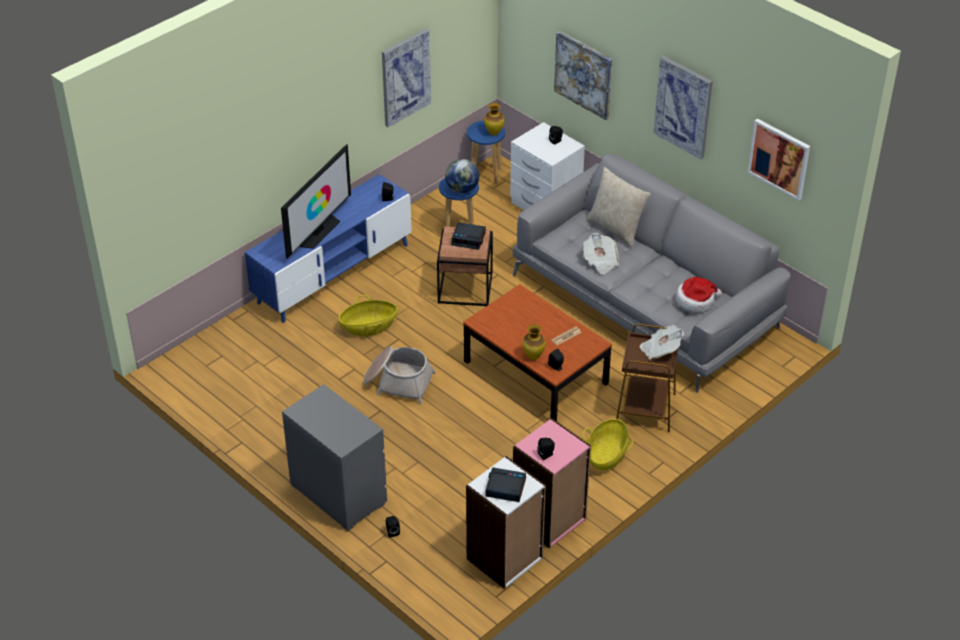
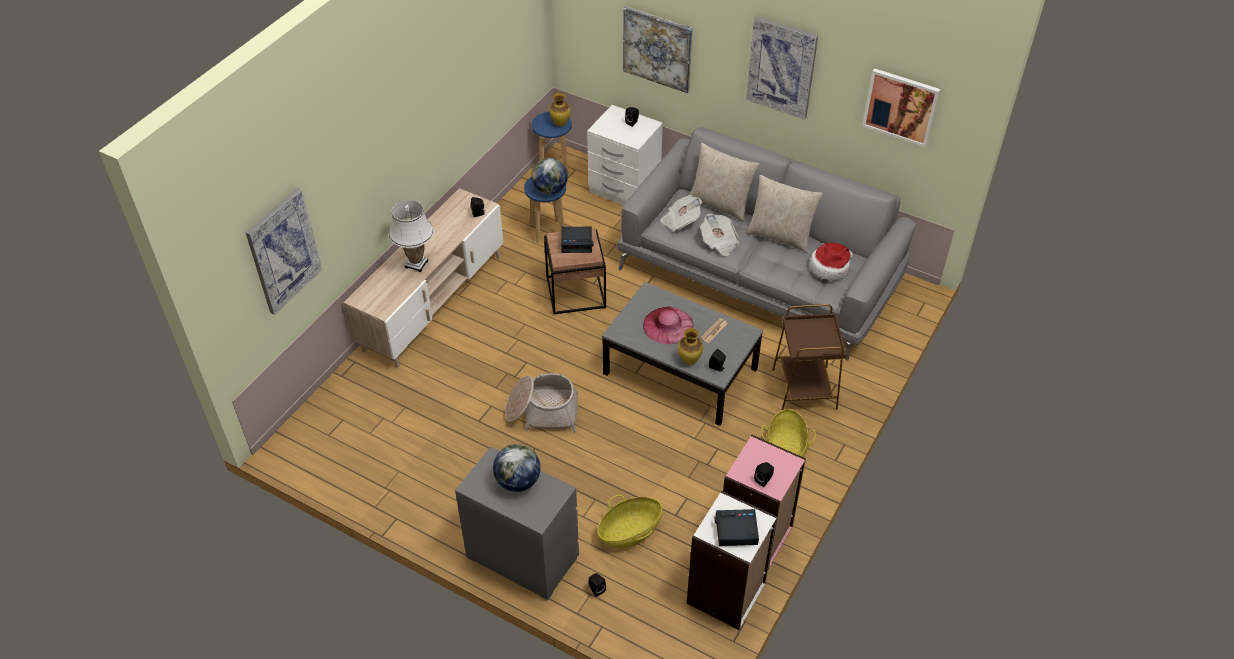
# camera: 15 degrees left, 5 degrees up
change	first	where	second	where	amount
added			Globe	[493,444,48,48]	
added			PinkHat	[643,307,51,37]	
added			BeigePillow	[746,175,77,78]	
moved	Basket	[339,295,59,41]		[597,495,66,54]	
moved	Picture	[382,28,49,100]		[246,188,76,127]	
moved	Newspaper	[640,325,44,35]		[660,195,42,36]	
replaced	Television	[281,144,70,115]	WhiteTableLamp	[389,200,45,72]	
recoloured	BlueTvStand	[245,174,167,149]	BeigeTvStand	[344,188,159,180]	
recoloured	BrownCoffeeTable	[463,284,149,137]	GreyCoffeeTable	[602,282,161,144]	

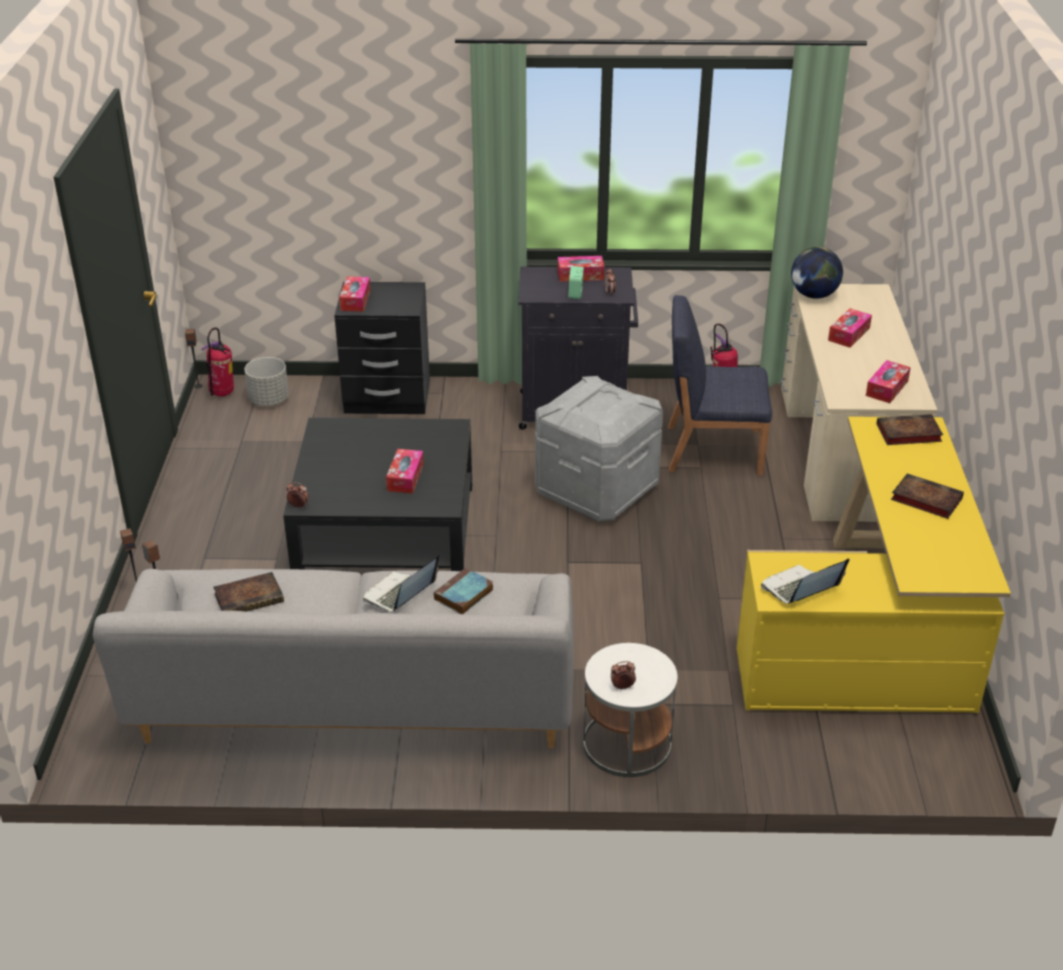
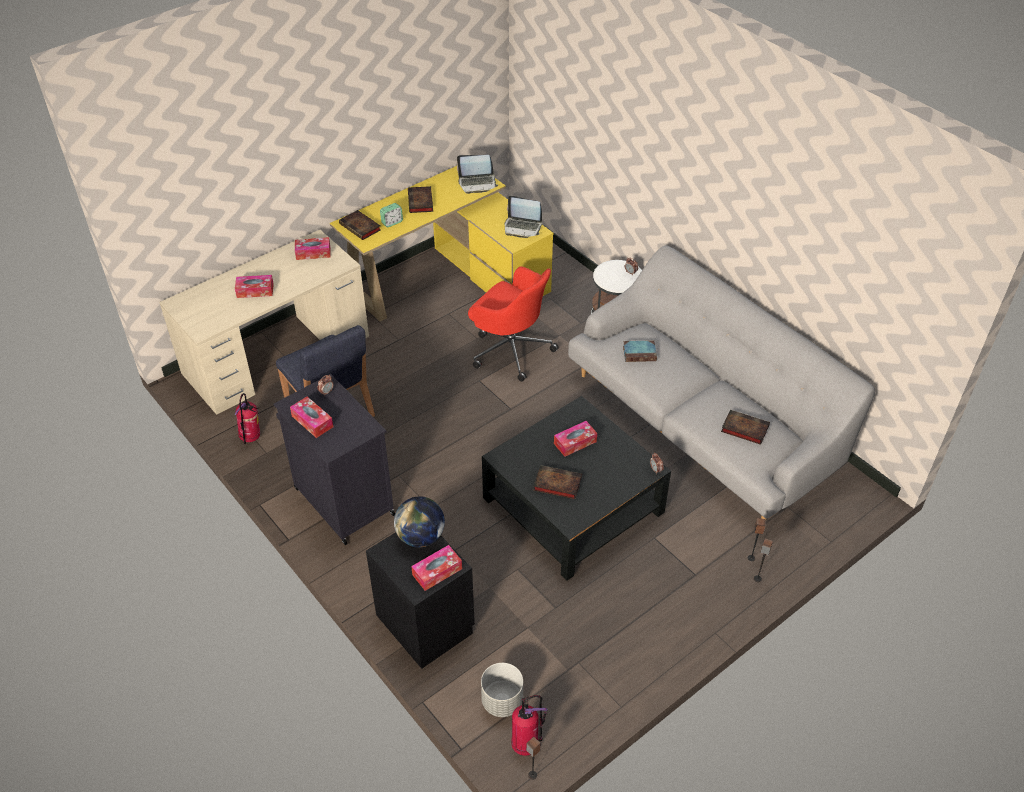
# camera: 130 degrees left, 10 degrees up
change	first	where	second	where	amount
removed	GreyStorageBox	[535,376,128,145]			
added			RedOfficeChair	[468,266,91,115]	
added			Book	[533,465,49,34]	
moved	Laptop	[363,555,77,57]		[457,155,41,39]	
moved	AlarmClock	[568,266,16,33]		[380,203,23,24]	
moved	Globe	[791,247,52,52]		[394,496,51,51]	

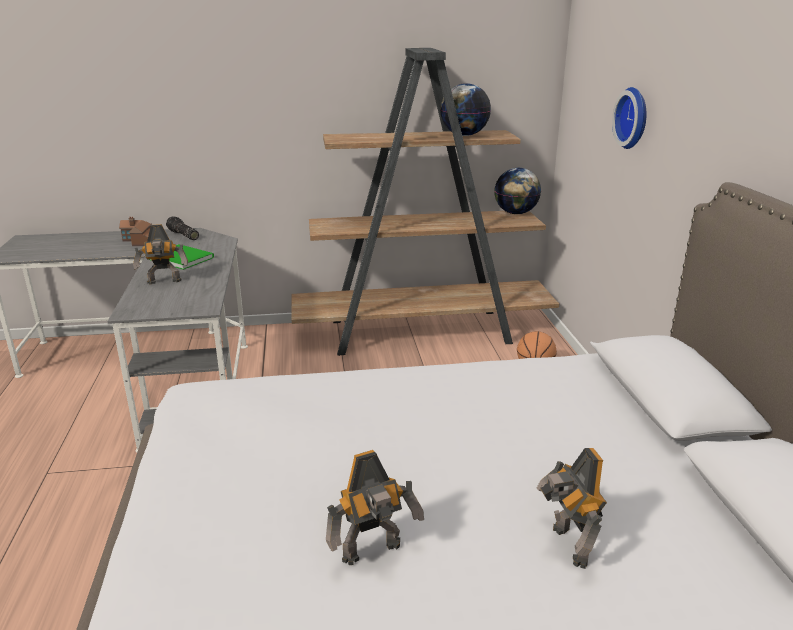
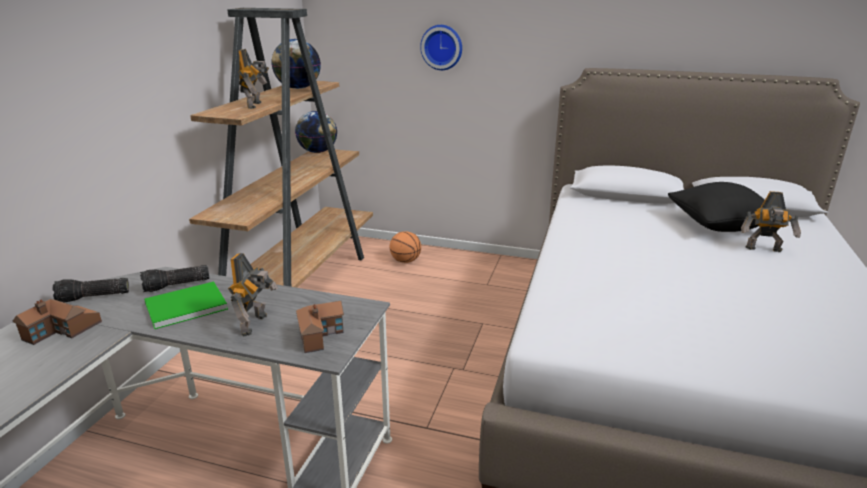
# camera: 65 degrees left, 0 degrees up
change	first	where	second	where	amount
added			Flashlight	[140,265,69,27]	
added			ToyHouse	[296,301,48,52]	
added			BlackPillow	[668,182,97,50]	
moved	ToyRobot	[326,450,98,115]		[239,49,30,60]	

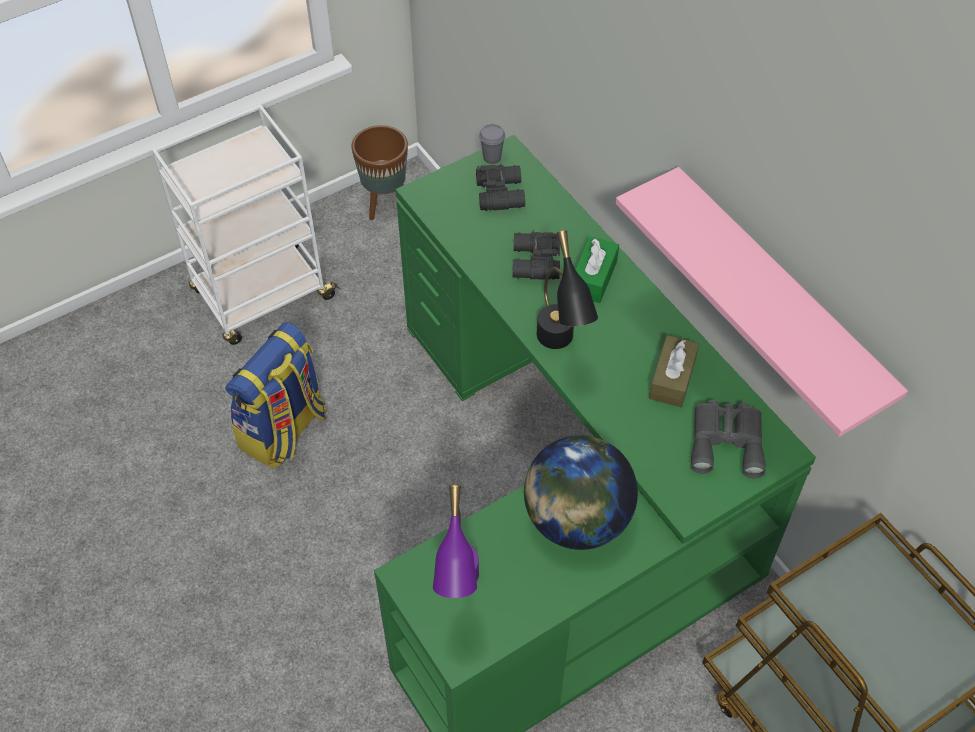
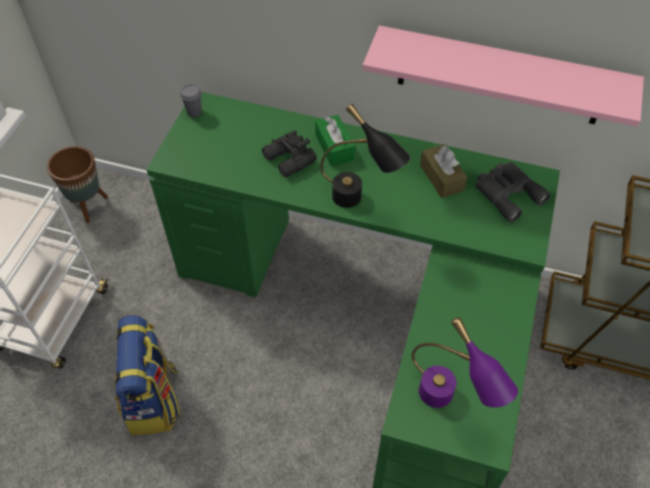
# camera: 40 degrees left, 0 degrees up
change	first	where	second	where	amount
removed	BlackBinoculars	[476,164,49,47]			
removed	Globe	[524,435,114,115]			

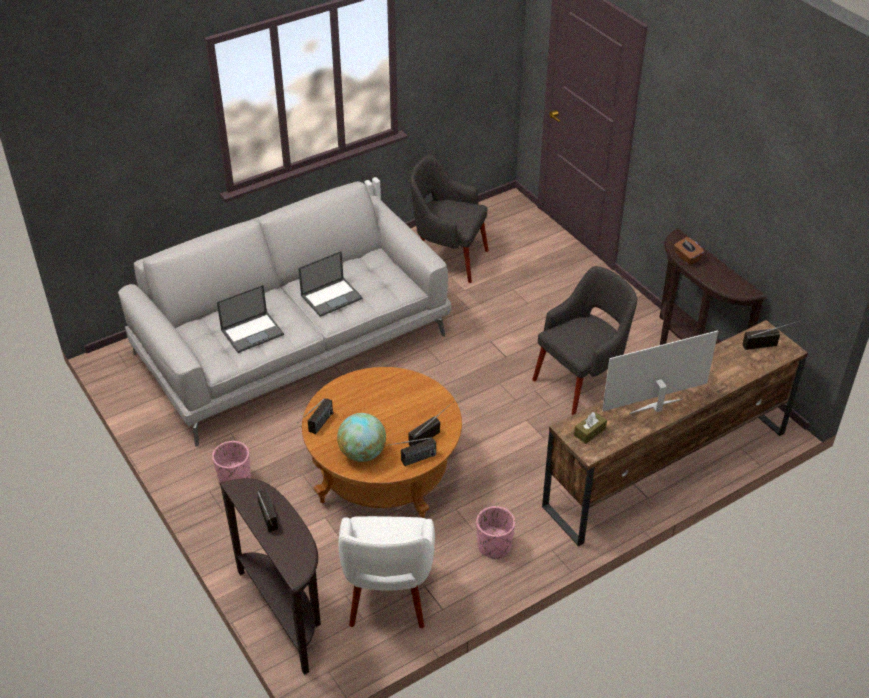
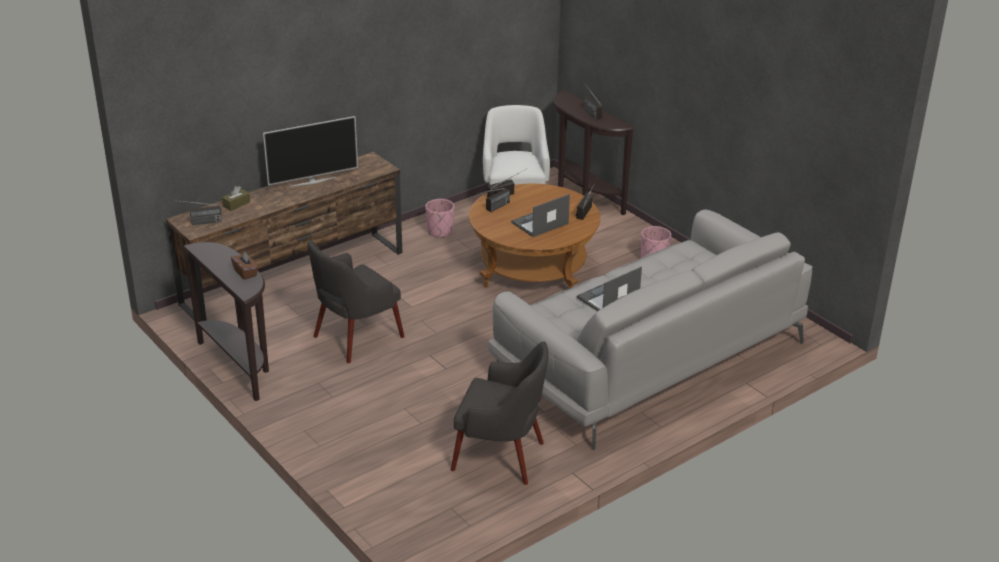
# camera: 175 degrees right, 10 degrees down
change	first	where	second	where	amount
removed	Globe	[337,413,49,49]			
moved	Laptop	[217,285,67,68]		[511,194,59,43]	
moved	BrownTissueBox	[574,412,33,32]		[222,186,28,25]	

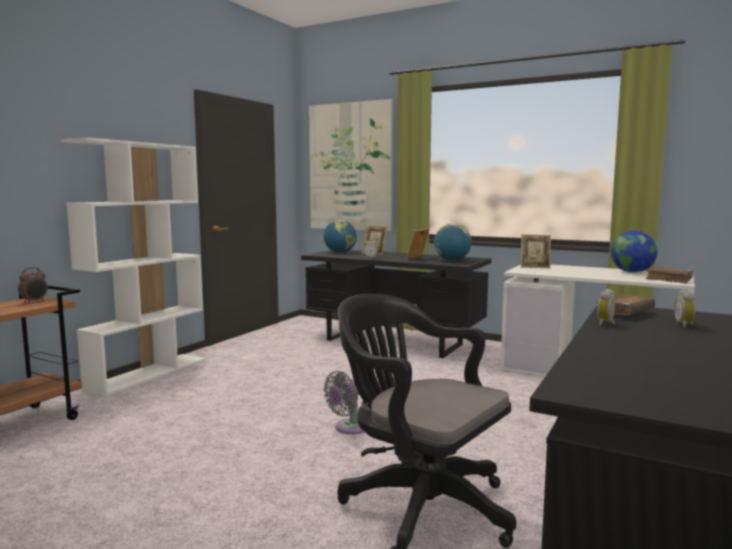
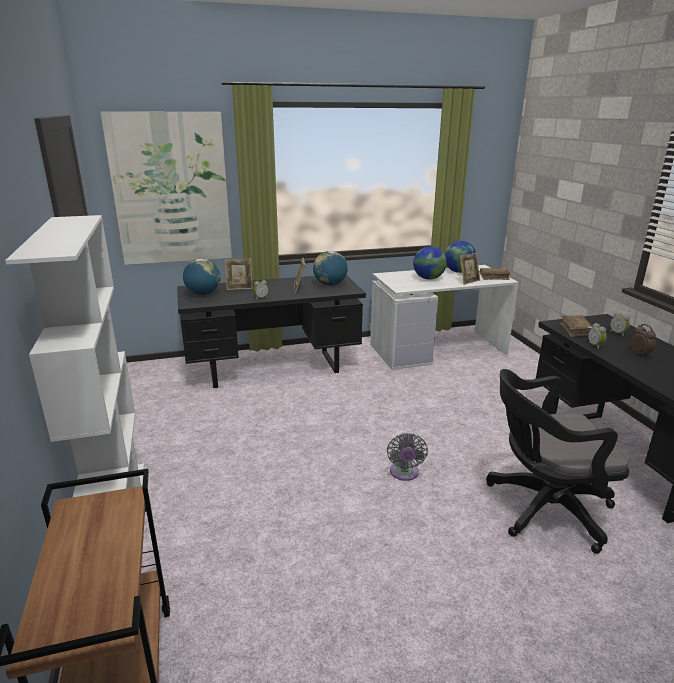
# camera: 45 degrees left, 15 degrees up
change	first	where	second	where	amount
added			Globe	[413,246,34,34]	
moved	AlarmClock	[18,267,30,36]		[631,324,25,33]	
moved	PictureFrame	[521,234,30,34]		[460,253,20,32]	

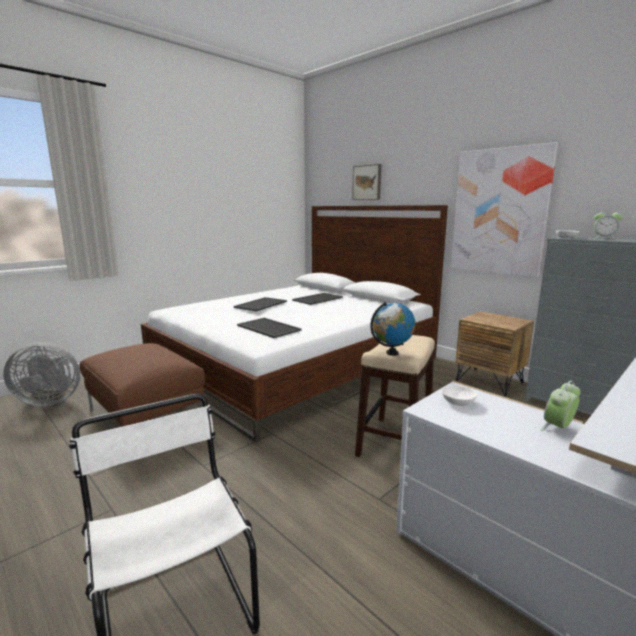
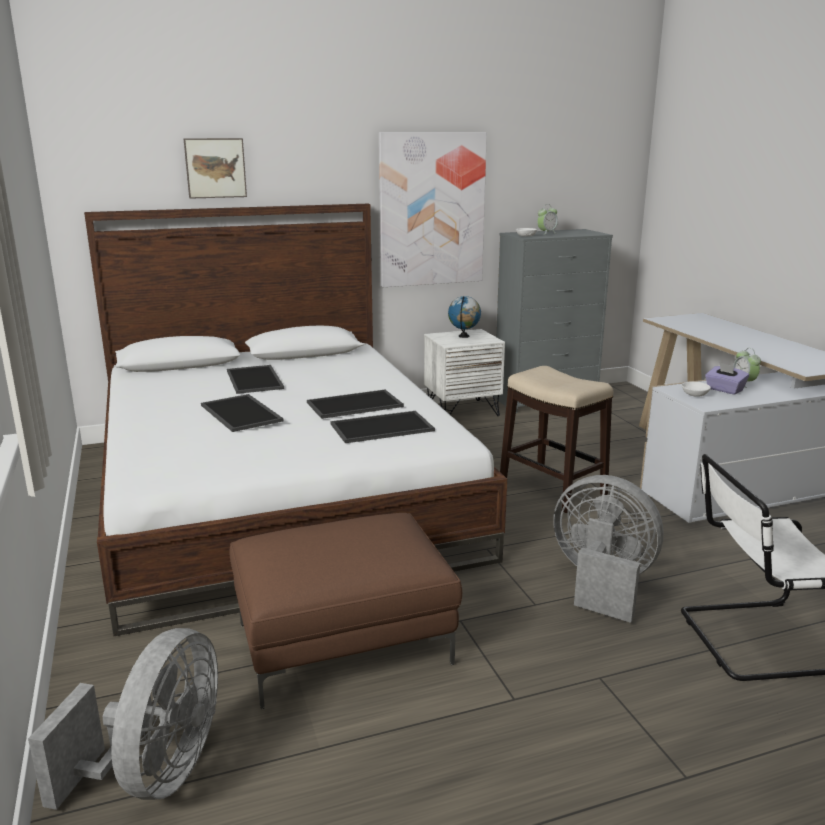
# camera: 65 degrees left, 5 degrees up
change	first	where	second	where	amount
added			Tray	[307,390,97,29]	
added			GreyFan	[553,475,111,148]	
added			PurpleTissueBox	[705,362,44,33]	
moved	Globe	[370,302,46,54]		[448,296,33,42]	
recoloured	BrownNightstand	[455,311,79,85]	WhiteNightstand	[424,329,81,87]	

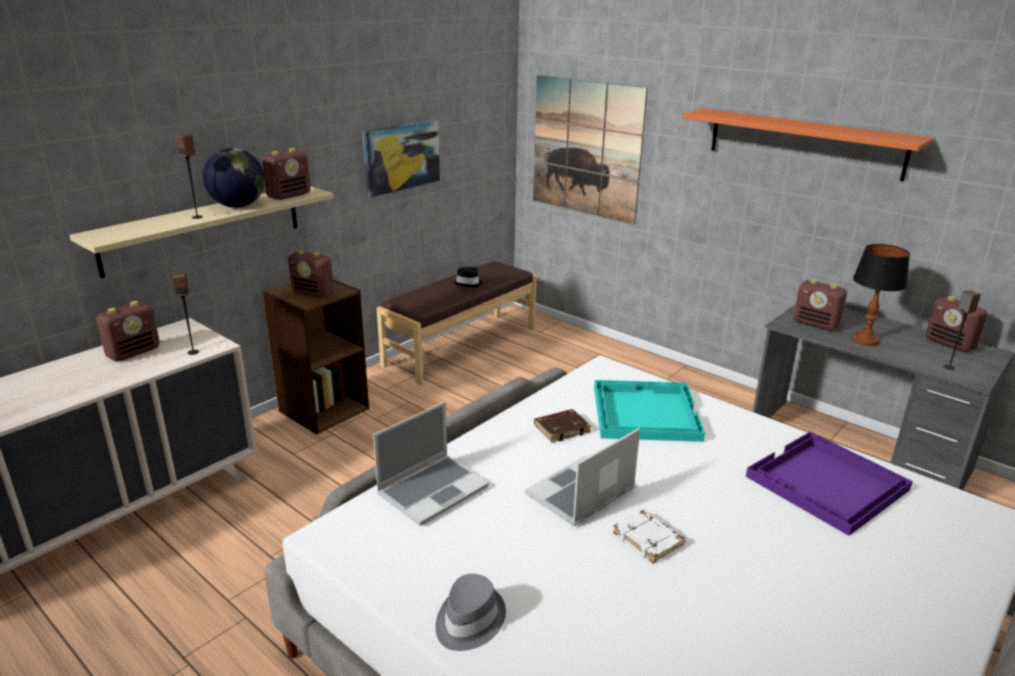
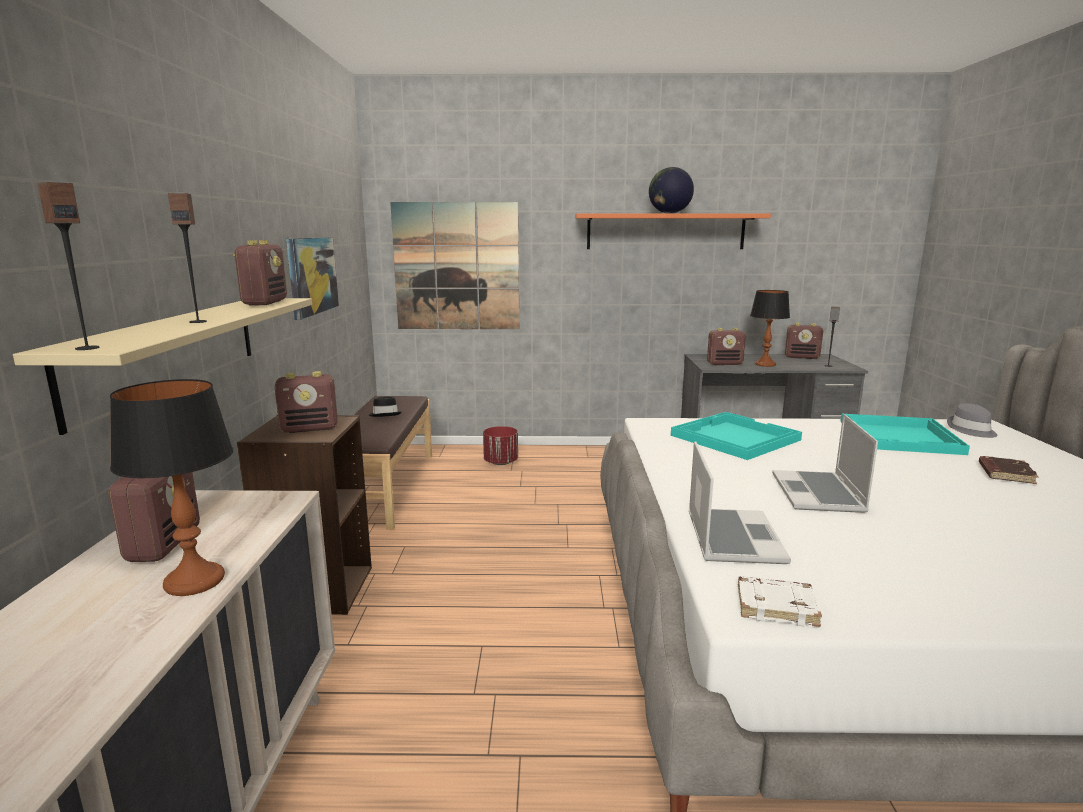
# camera: 40 degrees left, 10 degrees down
change	first	where	second	where	amount
added			TableLamp	[110,379,123,217]	
added			RedPlanter	[483,426,35,39]	
moved	Speaker	[172,273,27,82]		[37,182,63,168]	
moved	Globe	[203,148,62,60]		[649,167,45,47]	
moved	GreyHat	[435,574,71,77]		[947,403,50,35]	
moved	BrownBook	[534,409,57,34]		[979,456,59,28]	
moved	WhiteBook	[613,510,73,54]		[738,576,84,51]	
recoloured	PurpleTray	[746,431,167,105]	TurquoiseTray	[840,414,130,41]	

